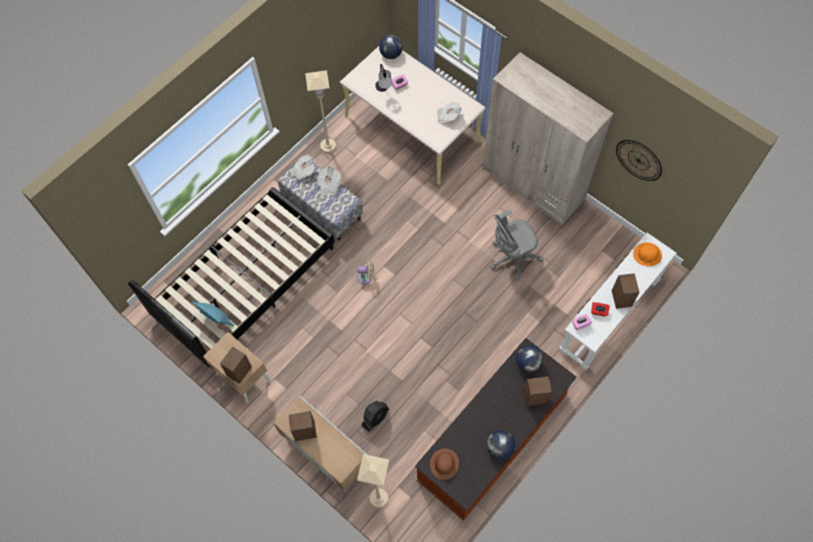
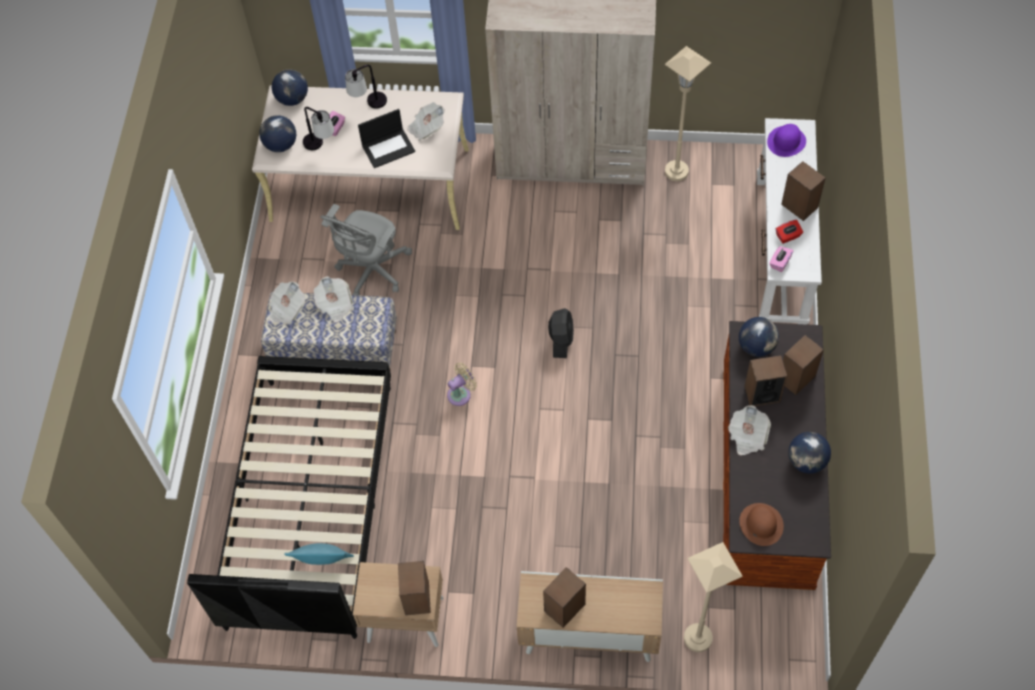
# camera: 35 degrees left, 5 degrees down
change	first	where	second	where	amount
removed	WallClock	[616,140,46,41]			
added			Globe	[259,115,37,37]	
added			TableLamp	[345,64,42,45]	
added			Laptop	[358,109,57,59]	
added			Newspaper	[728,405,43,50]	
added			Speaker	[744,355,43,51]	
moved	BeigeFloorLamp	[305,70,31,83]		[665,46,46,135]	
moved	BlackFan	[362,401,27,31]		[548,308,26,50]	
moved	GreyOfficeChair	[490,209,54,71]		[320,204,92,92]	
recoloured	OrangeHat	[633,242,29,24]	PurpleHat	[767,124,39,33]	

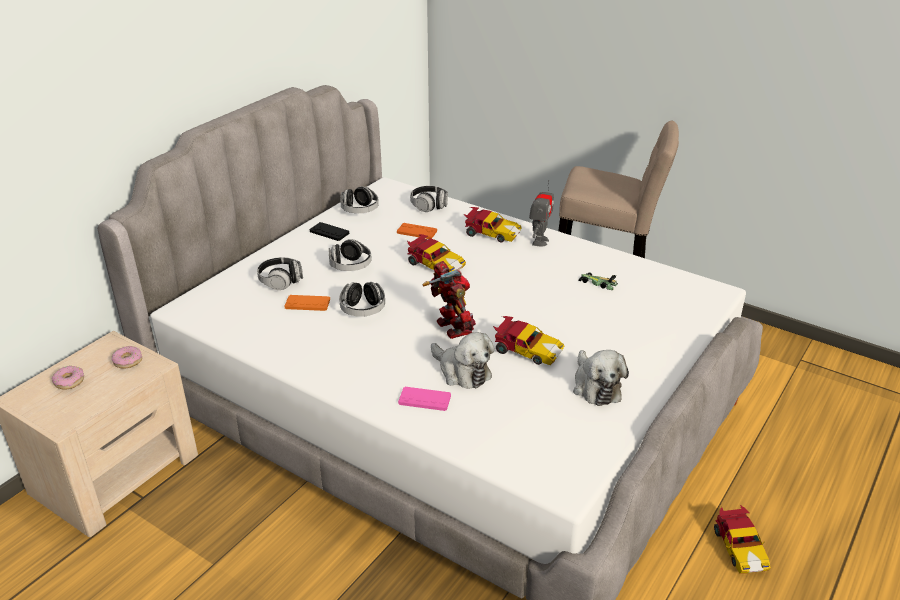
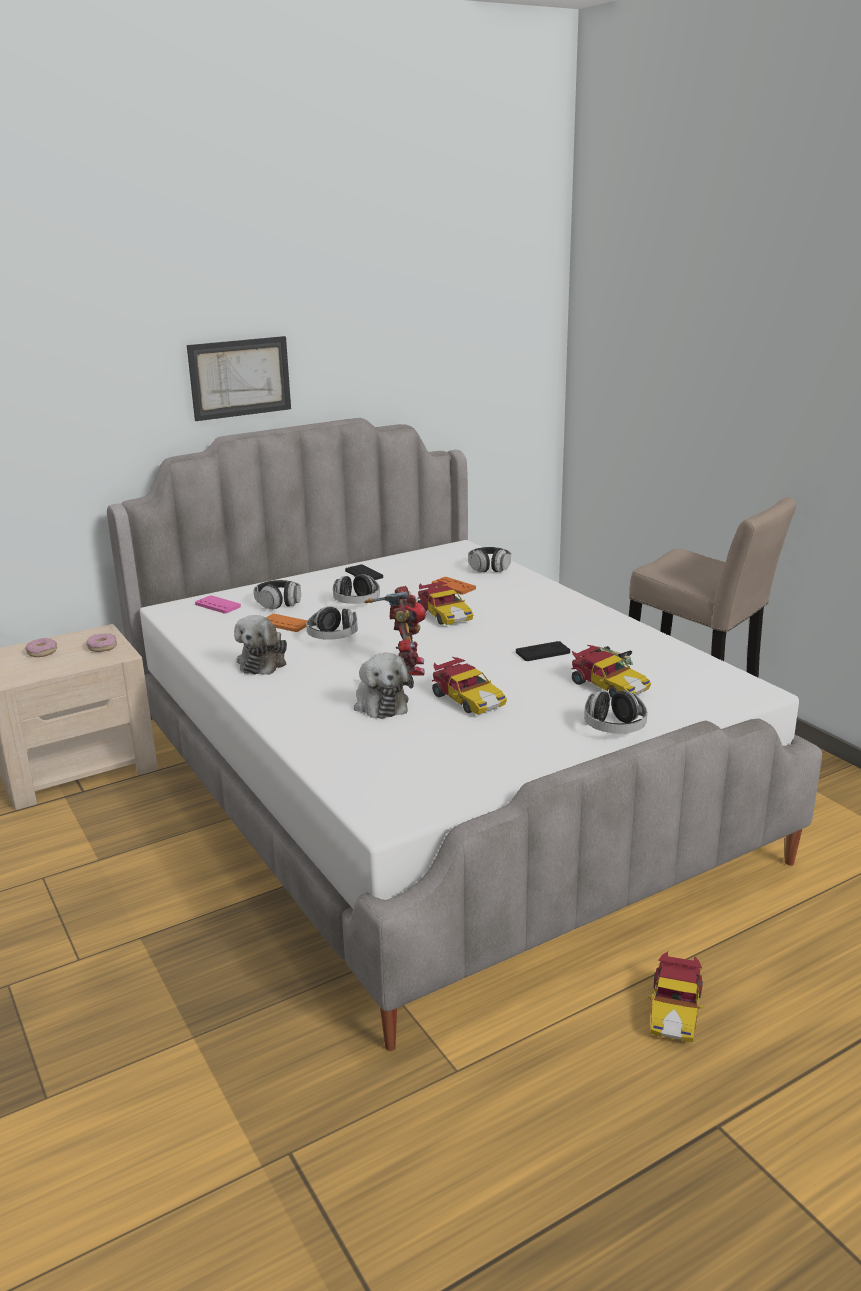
# camera: 25 degrees right, 10 degrees down
change	first	where	second	where	amount
removed	ToyRobot	[529,180,25,67]			
added			Picture	[187,336,104,85]	
added			BlackGameController	[516,641,54,20]	
moved	Headphones	[340,186,39,27]		[584,690,63,44]	
moved	PinkGameController	[398,387,53,24]		[195,595,46,19]	
moved	ToyCar	[464,207,58,35]		[571,645,80,52]	
moved	PlushToy	[573,350,56,56]		[234,615,53,60]	

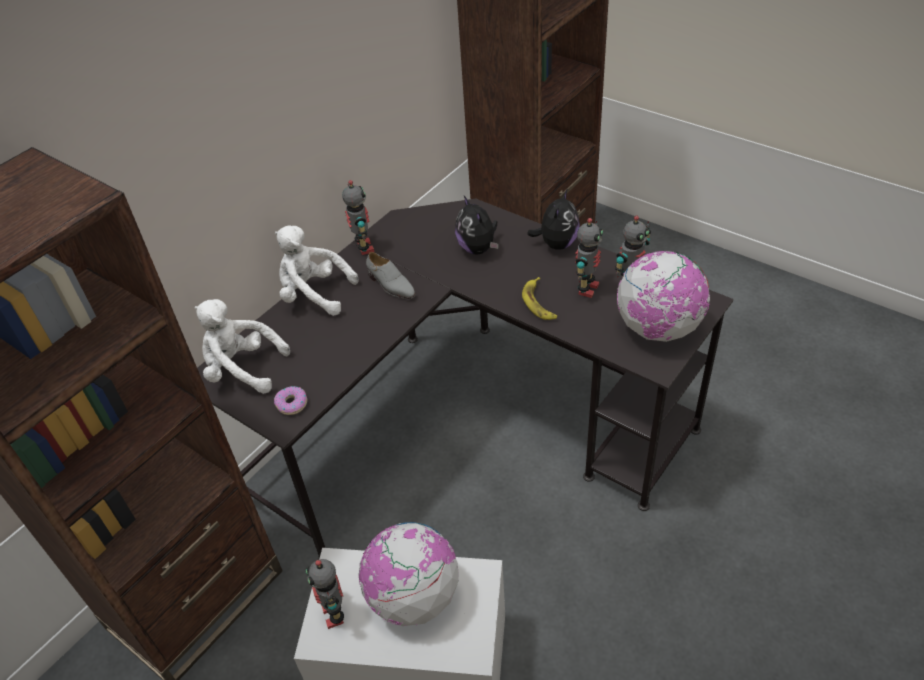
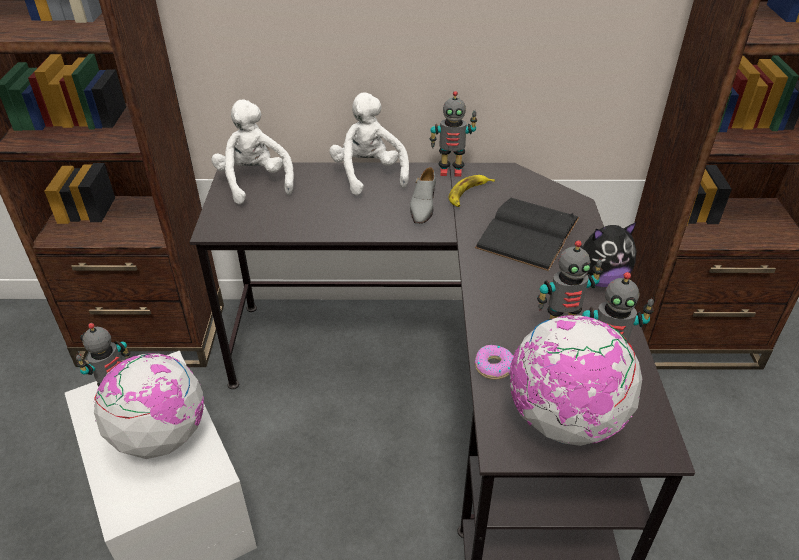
# camera: 50 degrees right, 5 degrees down
change	first	where	second	where	amount
moved	Donut	[274,386,33,29]		[474,345,39,35]	
moved	Banana	[522,277,35,43]		[449,175,46,32]	
replaced	PlushToy	[455,196,44,59]	BlackBook	[475,198,104,73]	
turned	ToyRobot	[342,180,32,75]		[430,91,47,86]	60 degrees clockwise

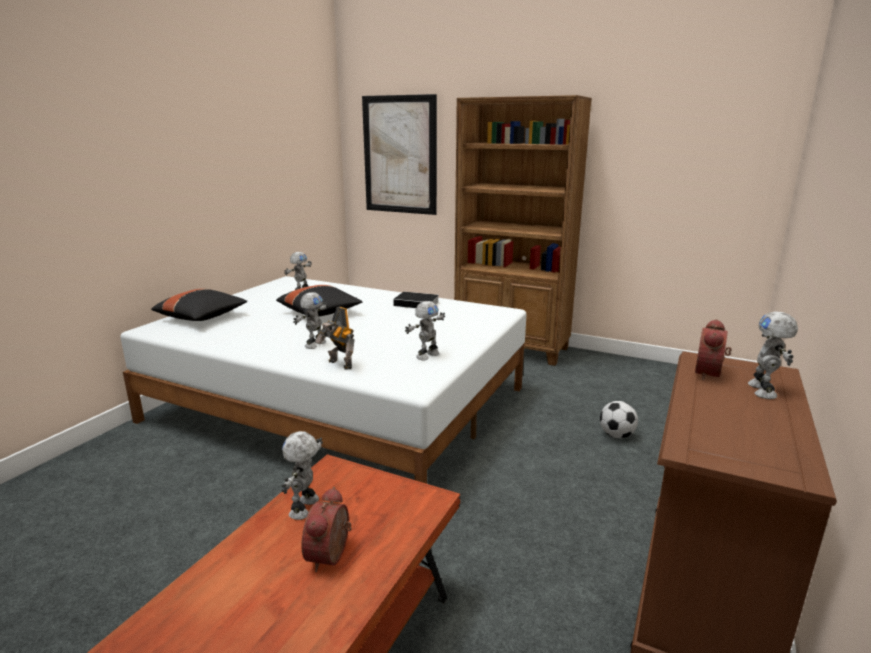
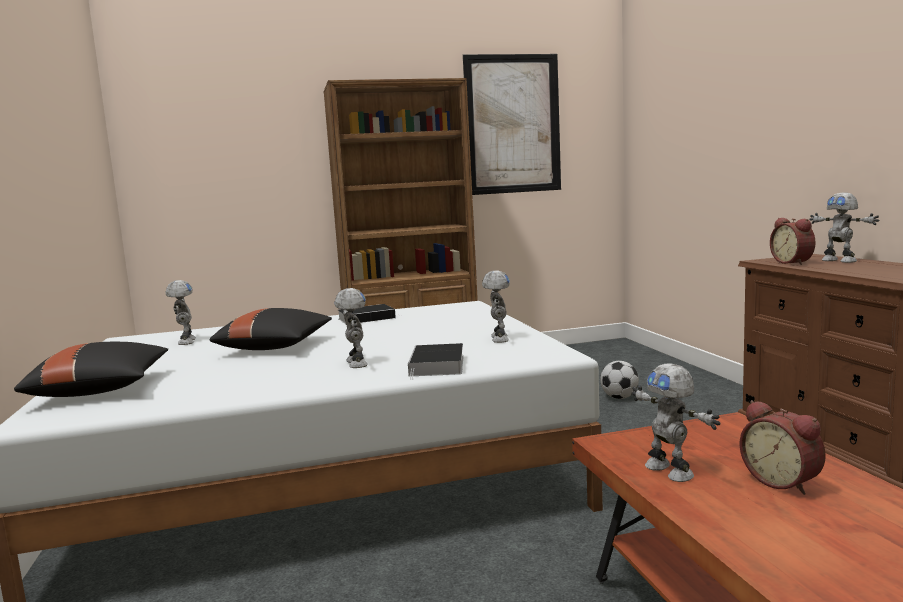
# camera: 40 degrees left, 10 degrees down
change	first	where	second	where	amount
moved	Picture	[362,94,75,121]		[463,54,98,141]	
replaced	ToyRobot	[316,307,39,63]	Book	[408,343,56,37]	

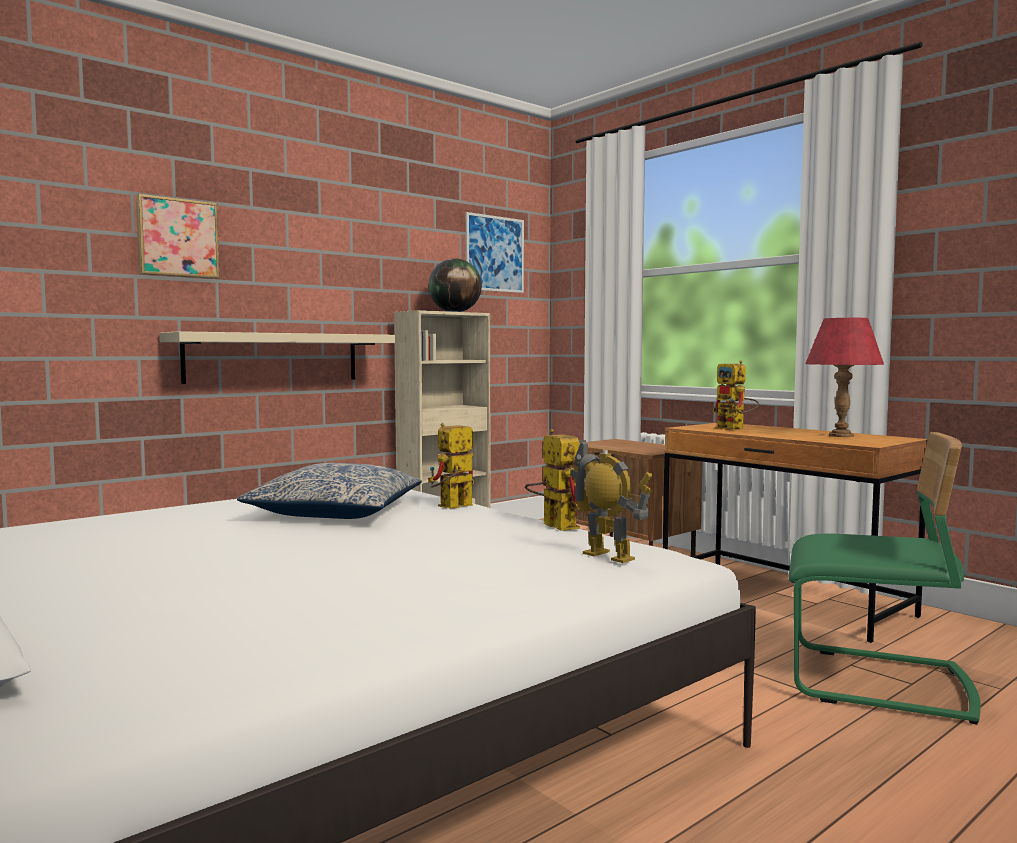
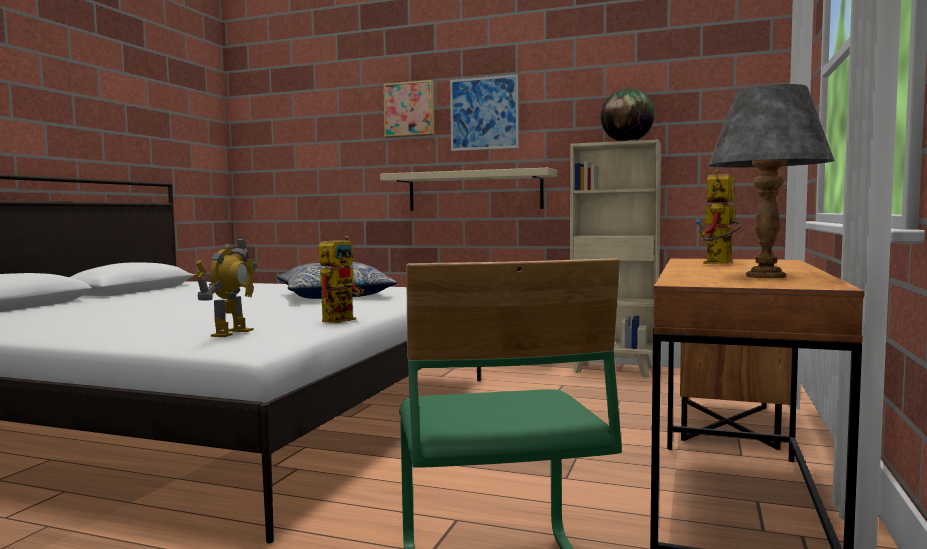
# camera: 60 degrees right, 0 degrees up
change	first	where	second	where	amount
removed	ToyRobot	[428,423,46,85]			
moved	Picture	[466,212,58,81]		[450,74,69,77]	
recoloured	RedTableLamp	[805,318,79,119]	GreyTableLamp	[708,84,126,194]	

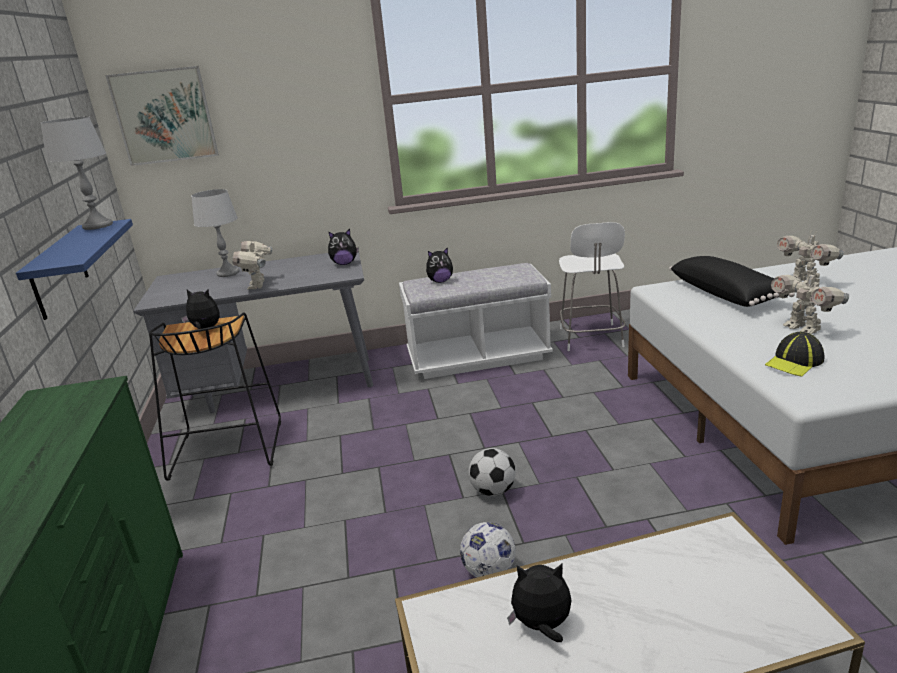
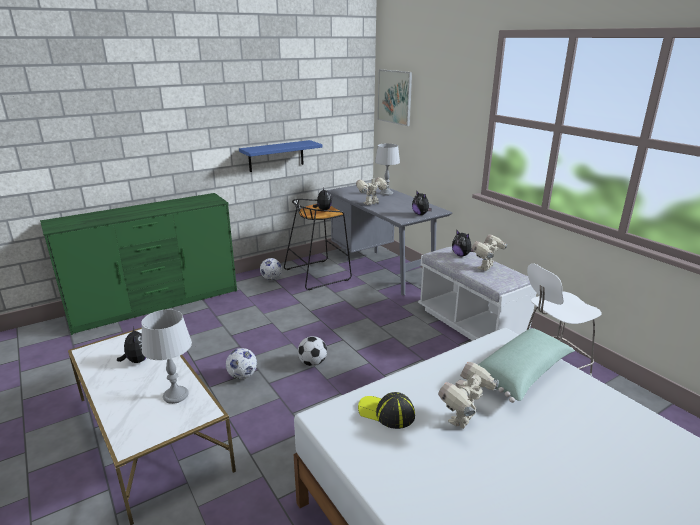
# camera: 65 degrees right, 0 degrees up
change	first	where	second	where	amount
added			Football	[260,258,22,22]	
moved	GreyTableLamp	[40,116,73,114]		[141,309,51,95]	
moved	ToyRobot	[777,229,67,56]		[472,234,35,37]	
recoloured	BlackPillow	[669,256,126,51]	GreenPillow	[478,328,97,75]	

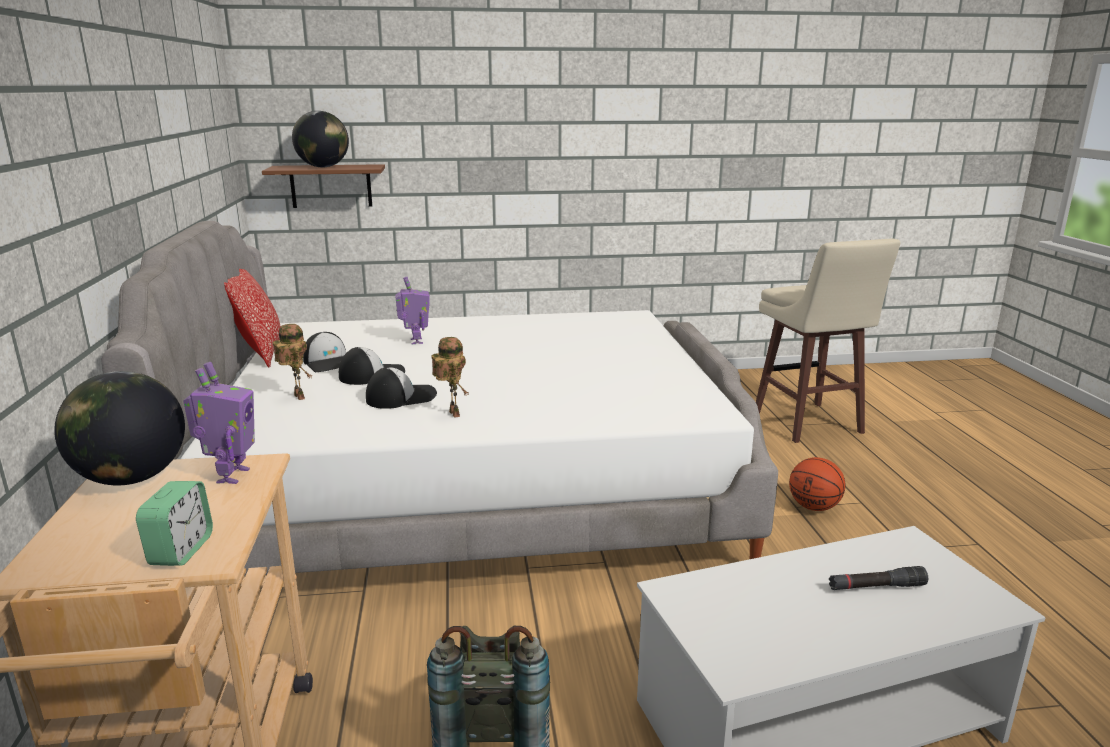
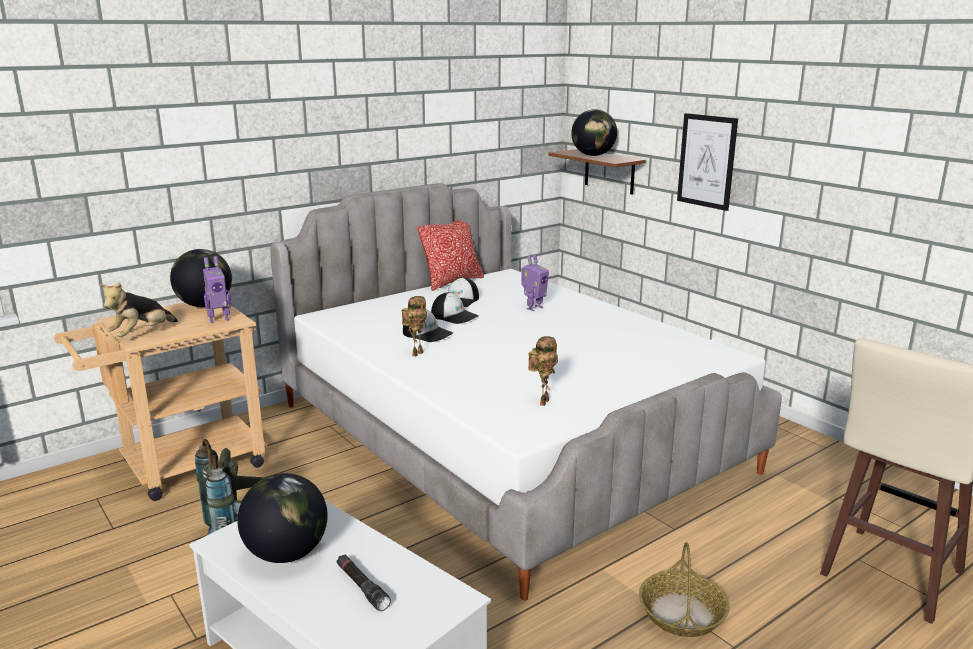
# camera: 60 degrees right, 0 degrees up
change	first	where	second	where	amount
added			Globe	[237,473,91,90]	
added			Picture	[677,113,61,98]	
moved	ToyRobot	[273,324,39,76]		[528,336,30,70]	
replaced	AlarmClock	[136,481,77,85]	PlushToy	[99,282,79,55]	
replaced	Basketball	[789,457,56,54]	Basket	[639,542,91,95]	

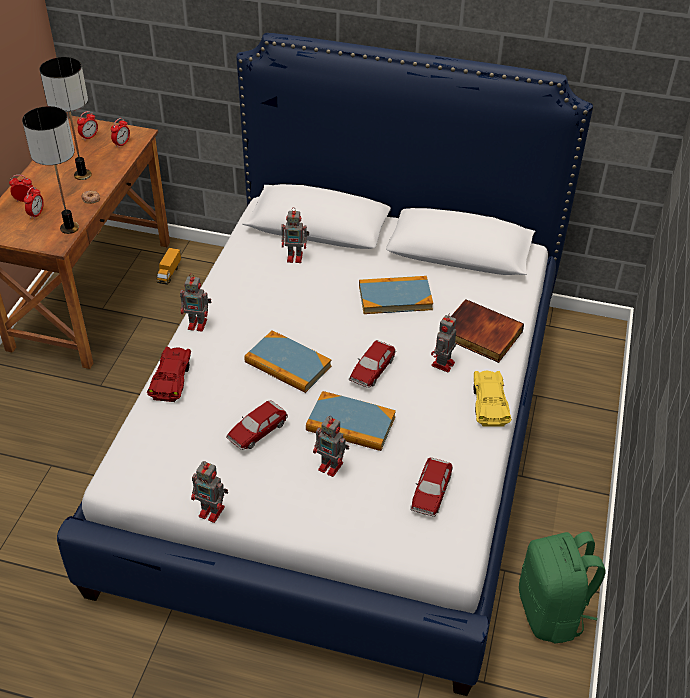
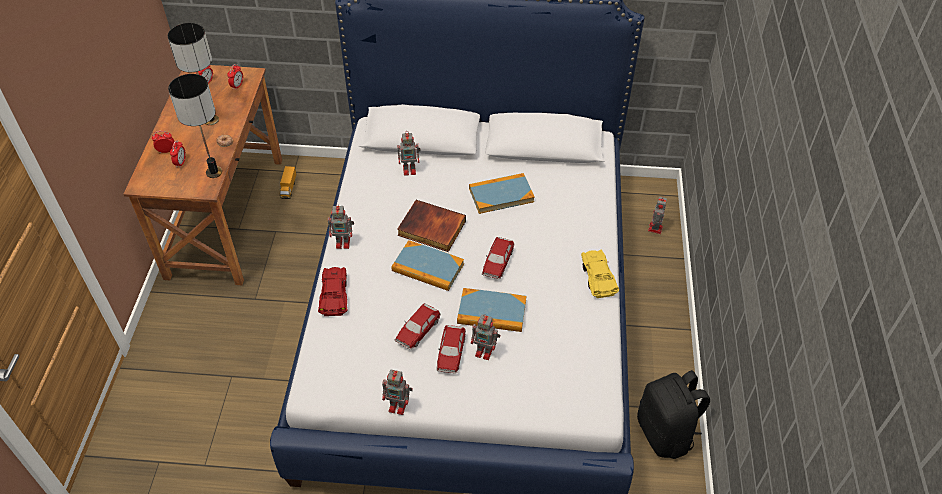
# camera: 10 degrees left, 5 degrees up
change	first	where	second	where	amount
moved	ToyCar	[410,457,43,60]		[436,325,30,49]	
moved	ToyRobot	[431,313,25,59]		[648,197,19,37]	
moved	Book	[451,299,73,64]		[397,200,69,52]	
recoloured	GreenBackpack	[519,531,86,112]	BlackBackpack	[637,370,73,89]	

